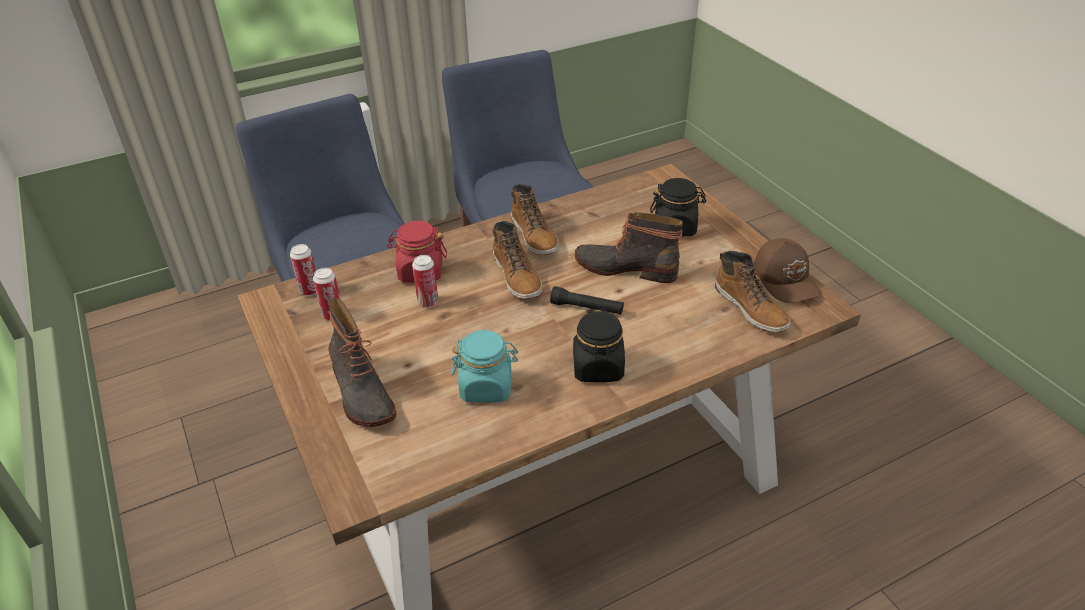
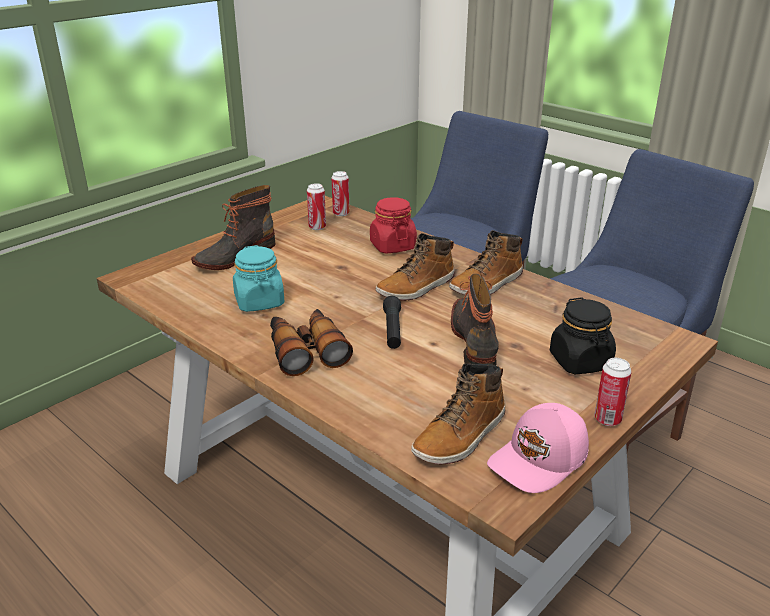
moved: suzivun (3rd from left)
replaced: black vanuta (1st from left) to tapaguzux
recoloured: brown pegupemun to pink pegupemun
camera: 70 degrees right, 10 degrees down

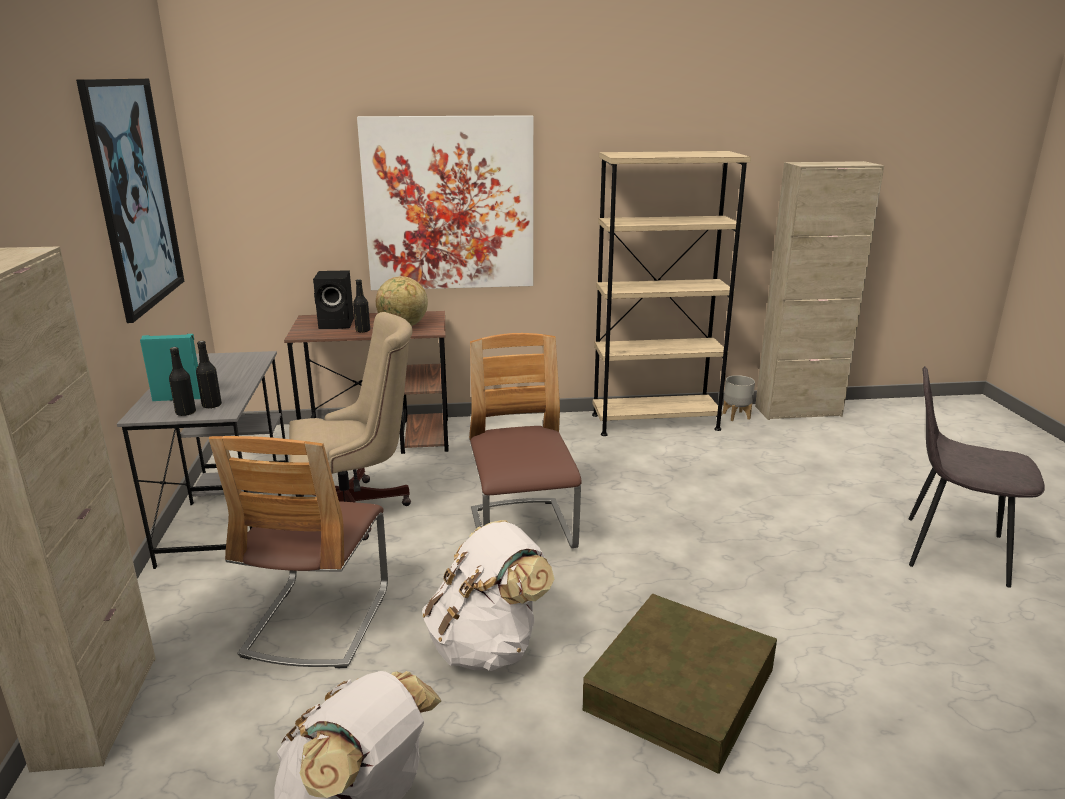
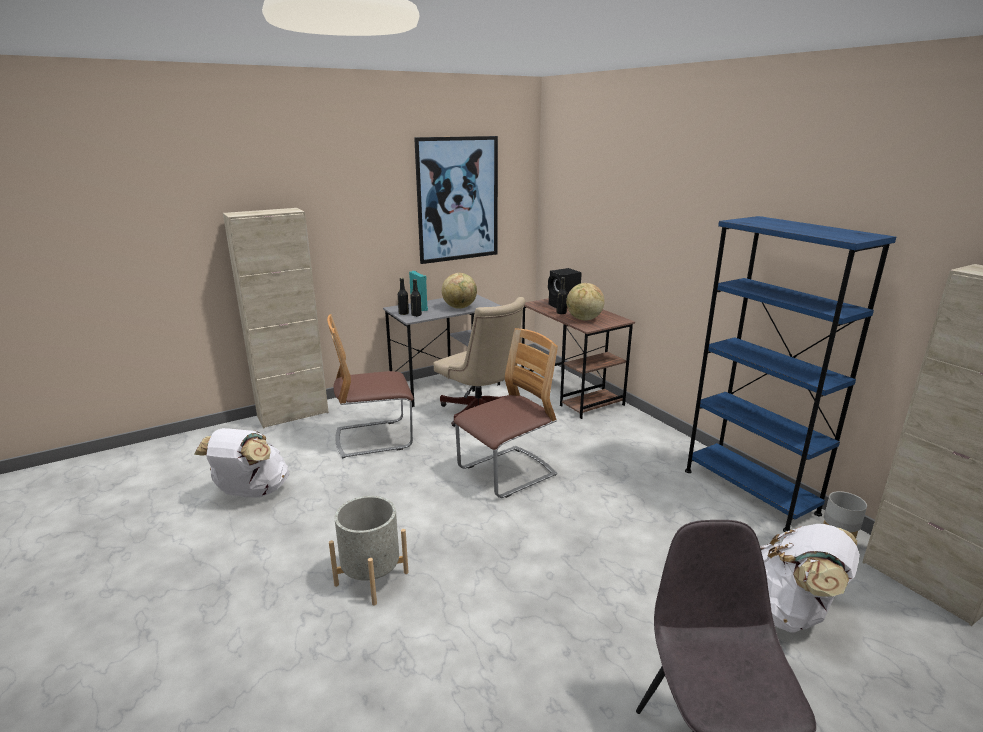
removed: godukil (2nd from left)
added: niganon (1st from left)
moved: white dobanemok (2nd from left)
replaced: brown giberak to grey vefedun (1st from left)
recoloured: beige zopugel to blue zopugel
camera: 65 degrees right, 0 degrees up

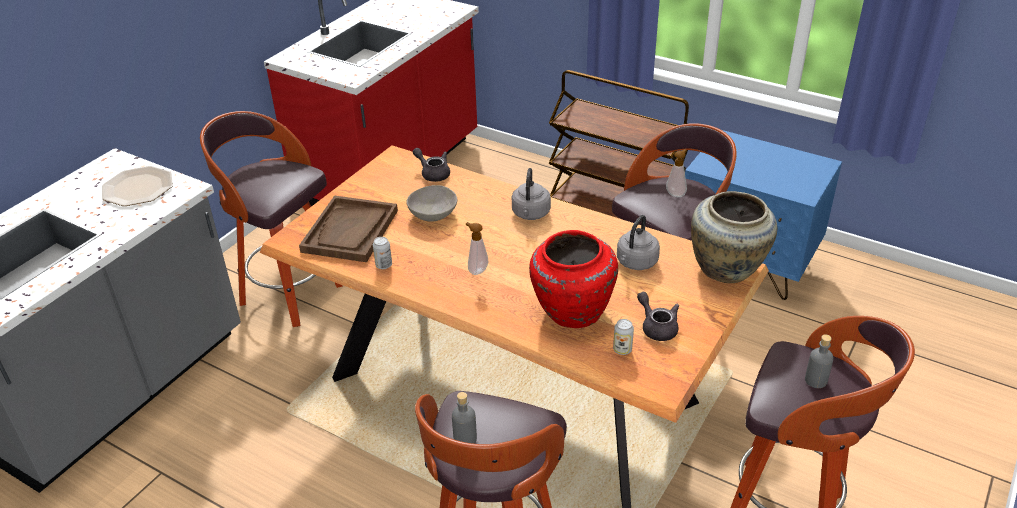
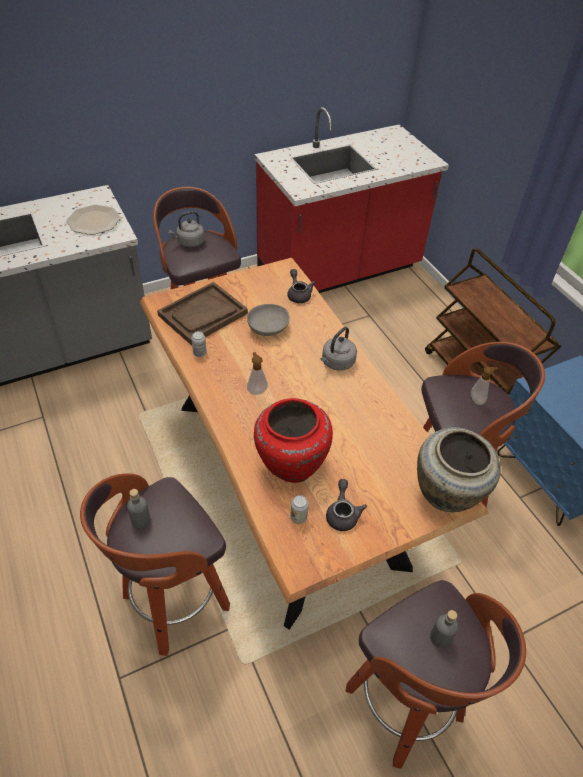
moved: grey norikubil (2nd from left in the first image) to grey norikubil (1st from left)
camera: 30 degrees right, 10 degrees up

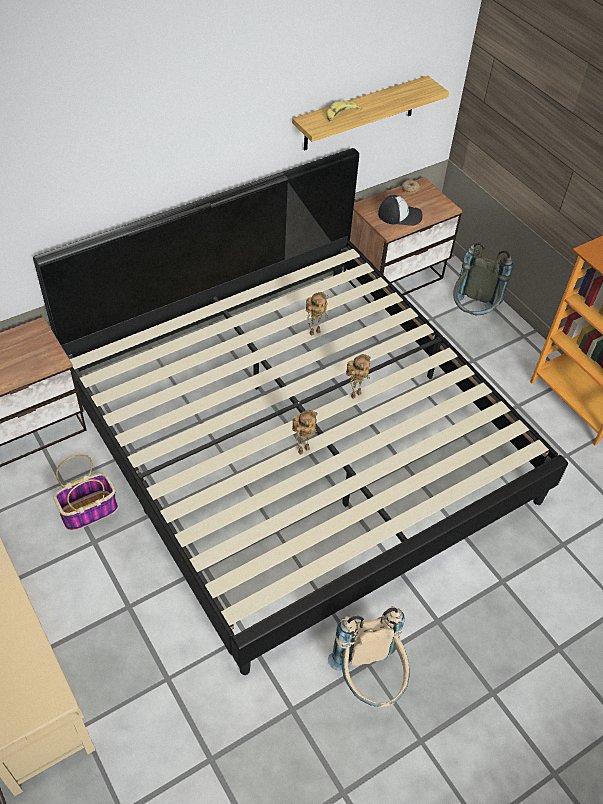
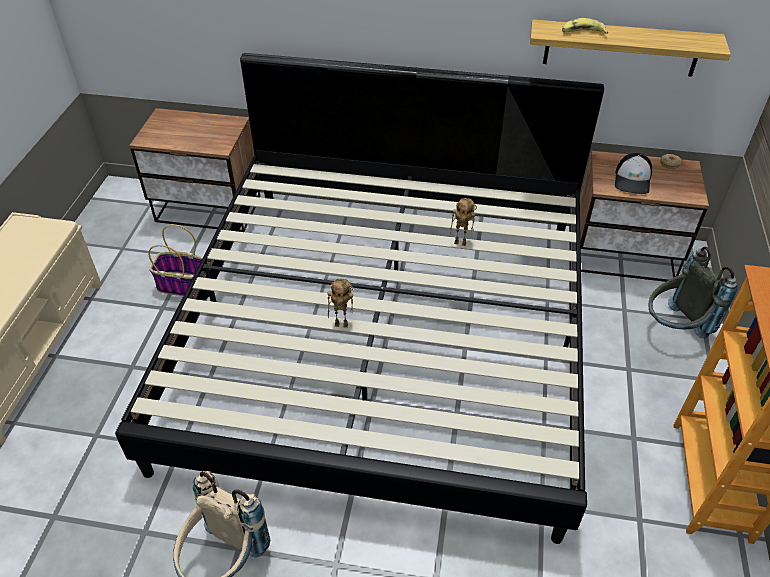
removed: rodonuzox (3rd from left)
turned: pegupemun 60 degrees clockwise
camera: 45 degrees right, 5 degrees down

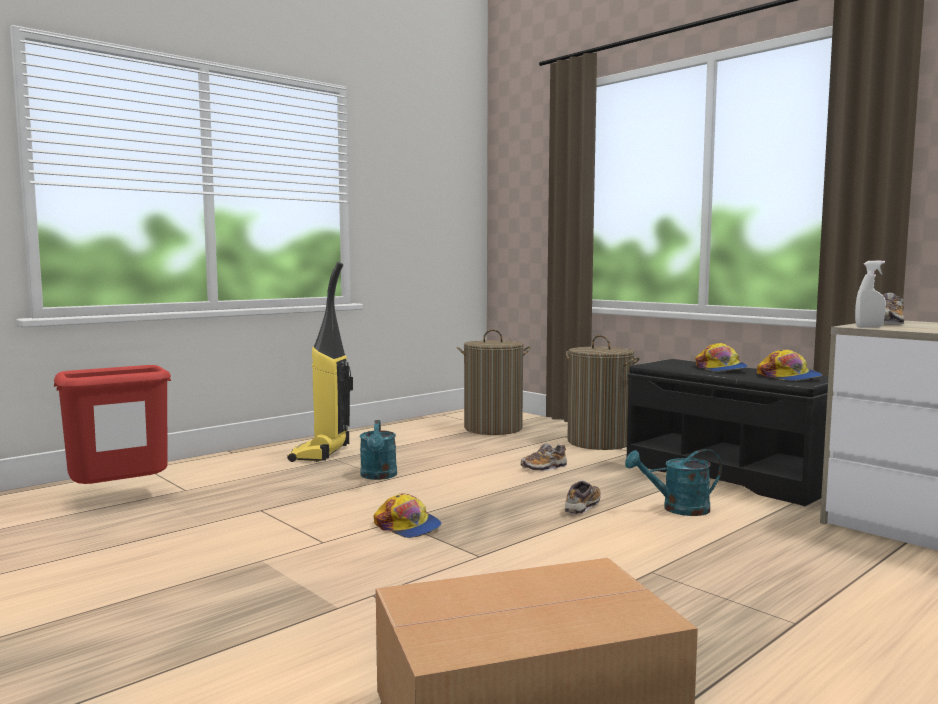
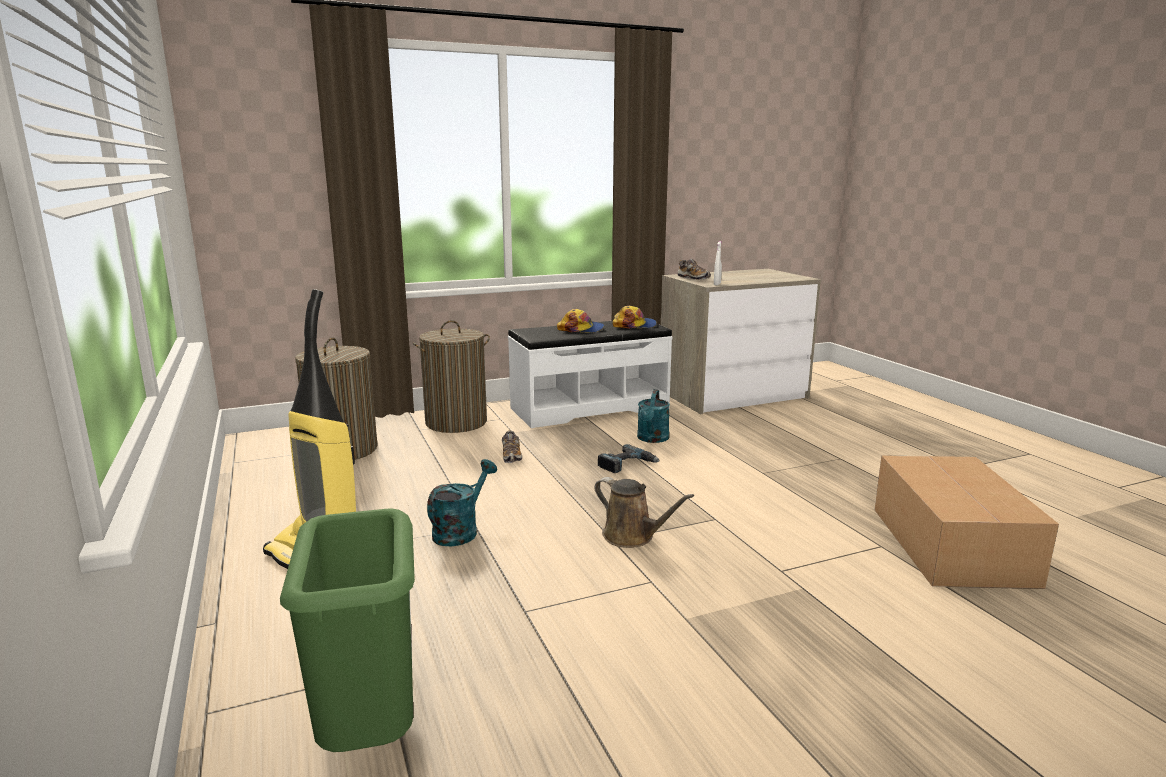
replaced: pegupemun (1st from left) to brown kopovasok; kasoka (2nd from left) to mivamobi
recoloured: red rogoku to green rogoku; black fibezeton to white fibezeton
turned: turquoise kopovasok (1st from left) 75 degrees counterclockwise
camera: 70 degrees left, 10 degrees up

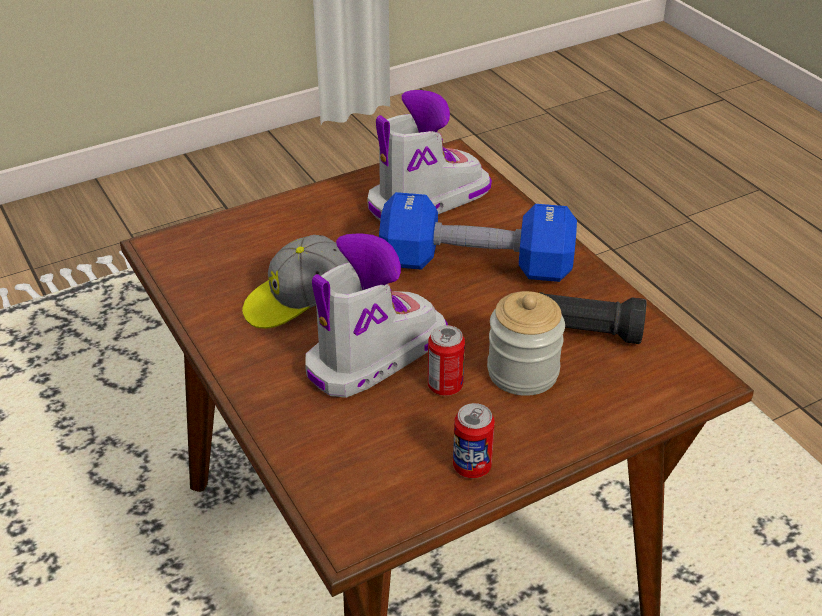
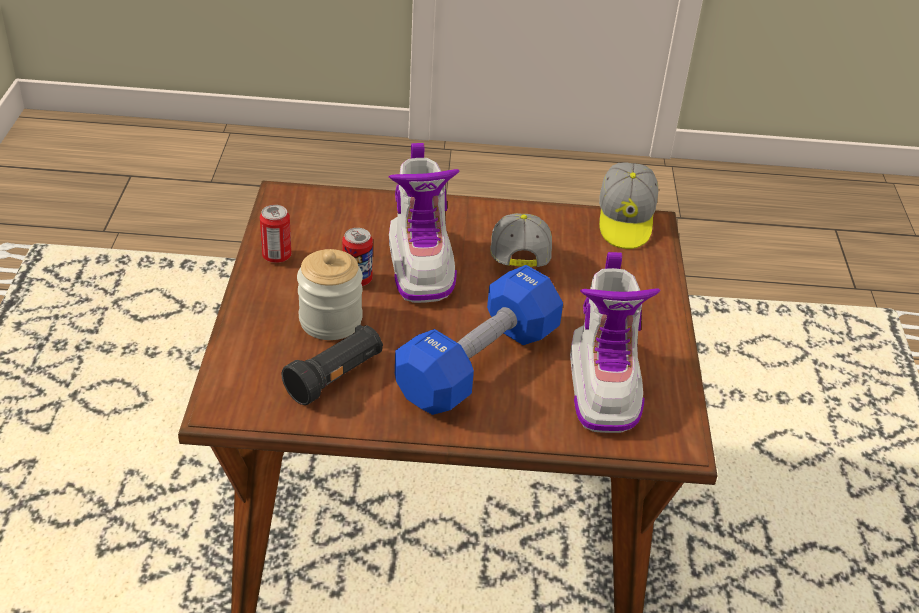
added: pegupemun (2nd from left)
camera: 120 degrees right, 0 degrees up

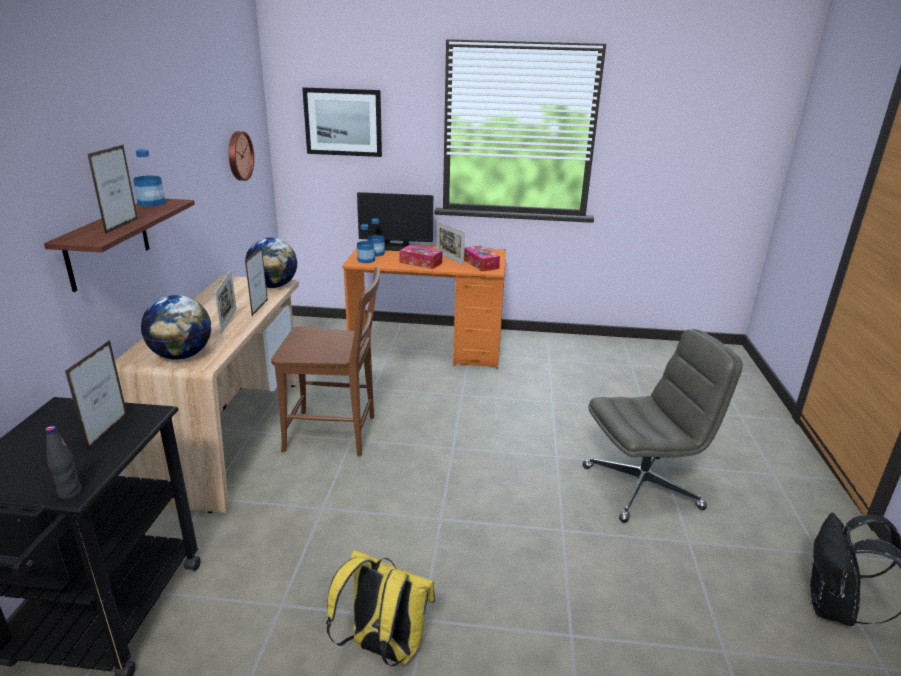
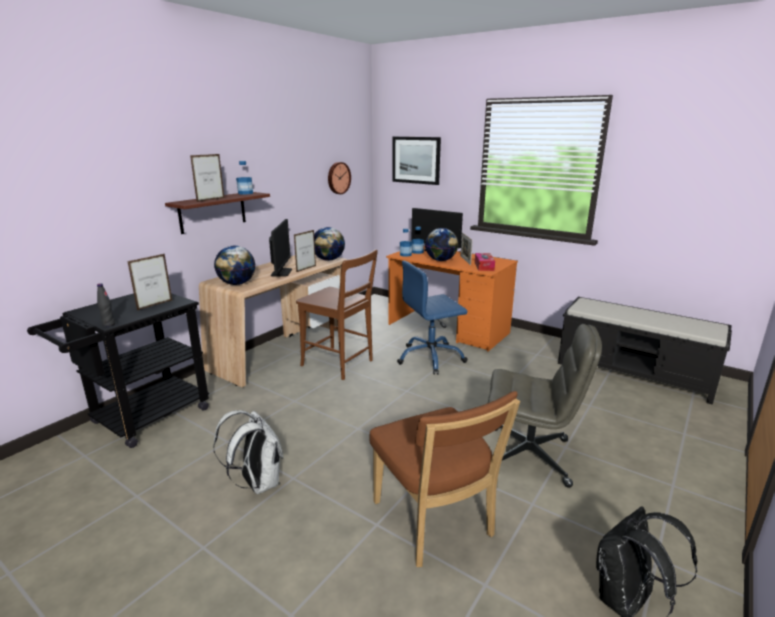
added: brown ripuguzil (2nd from left); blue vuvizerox; black fibezeton
replaced: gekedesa (3rd from left) to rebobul (1st from left); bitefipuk (1st from left) to niganon (3rd from left)
recoloured: yellow dobanemok to white dobanemok
camera: 30 degrees right, 5 degrees down

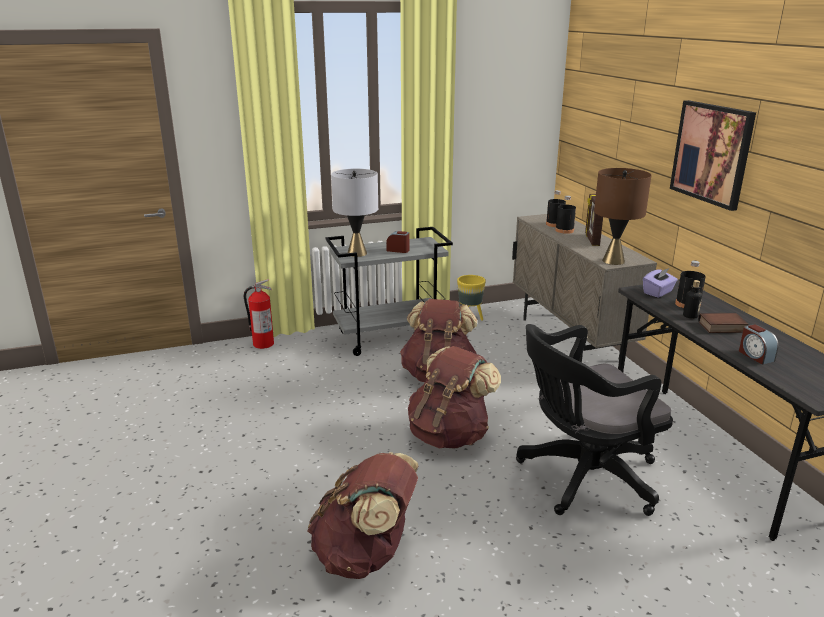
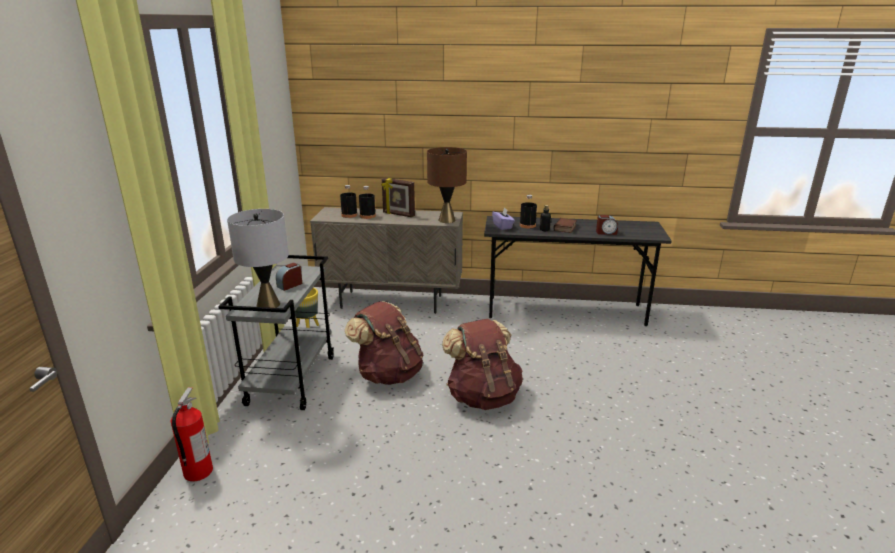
removed: brown dobanemok (1st from left); black vuvizerox; godukil
camera: 65 degrees left, 0 degrees up

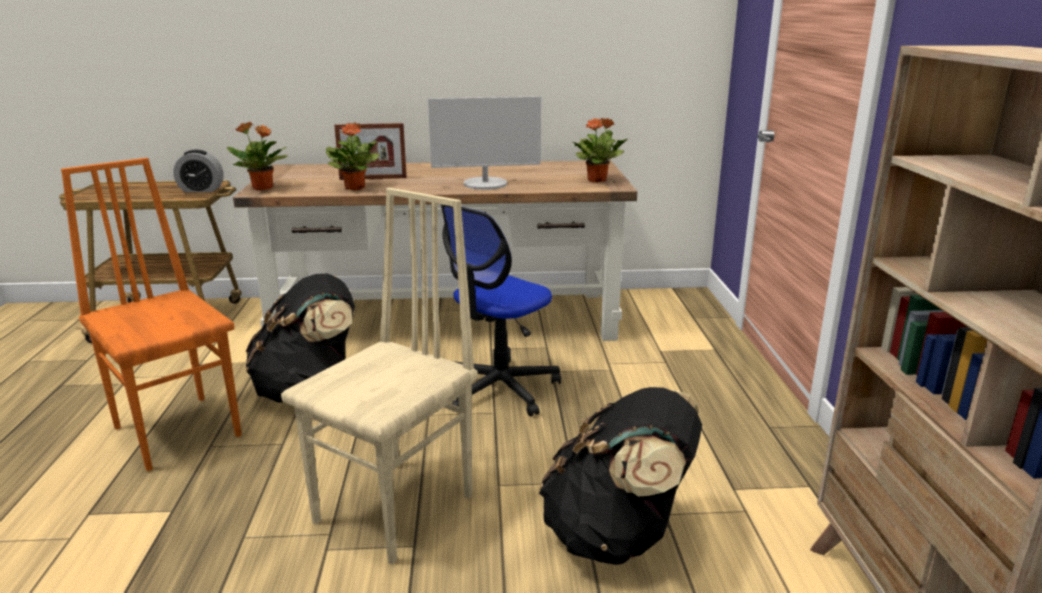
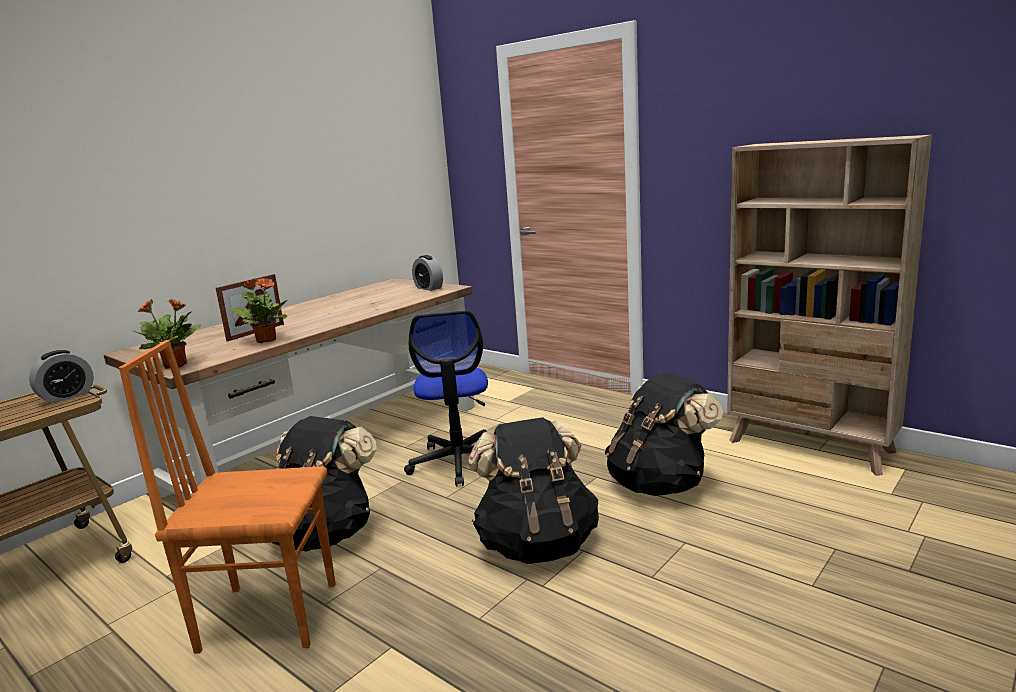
removed: rebobul
replaced: beige ripuguzil to black dobanemok (2nd from left); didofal (3rd from left) to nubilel (2nd from left)
camera: 45 degrees left, 5 degrees down

